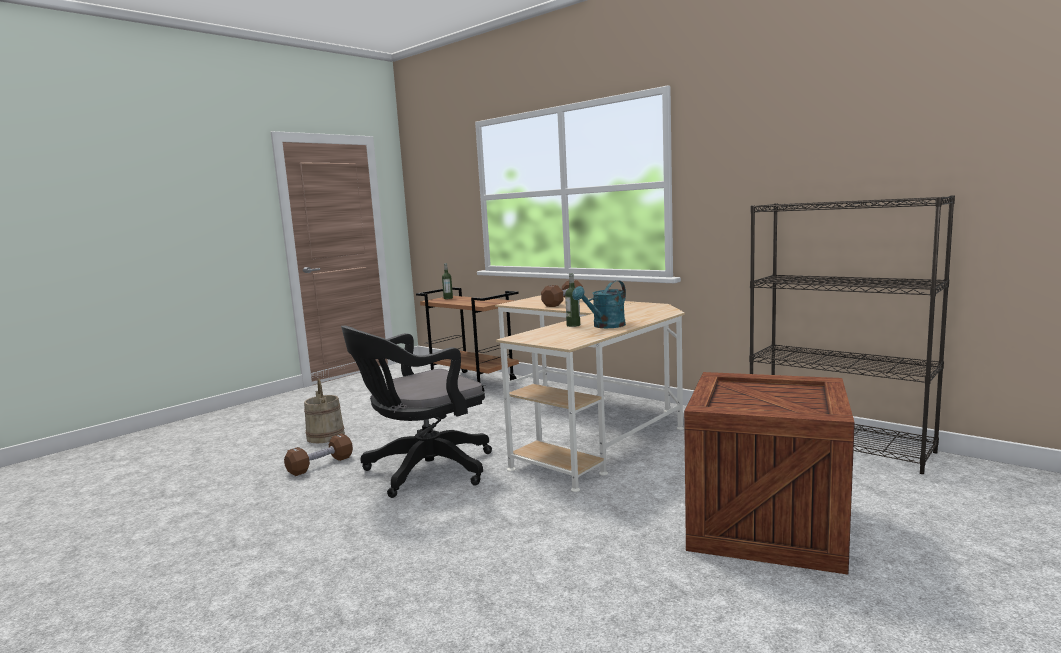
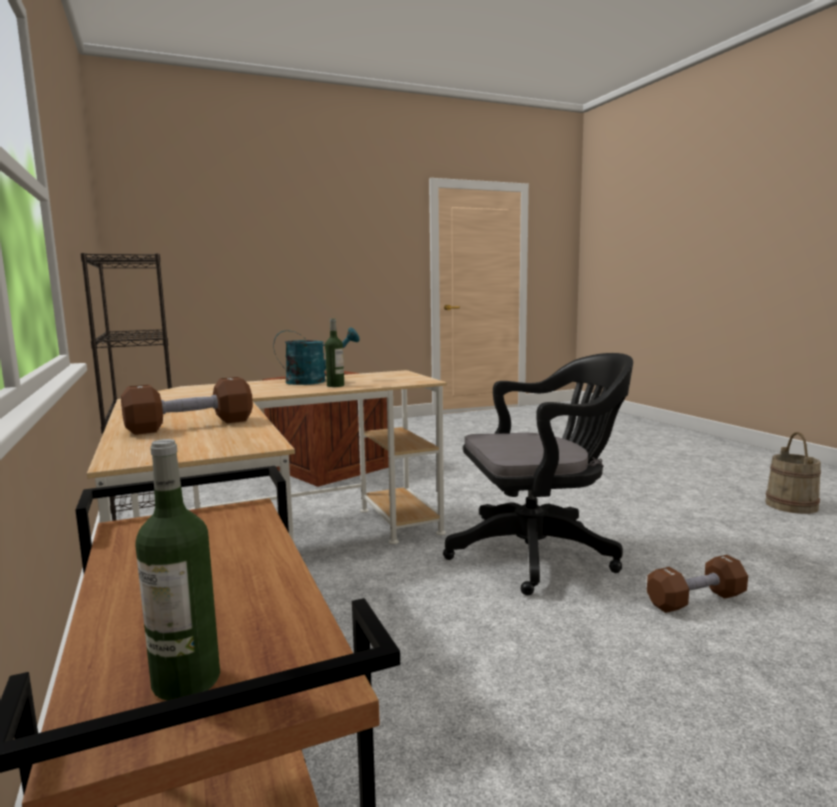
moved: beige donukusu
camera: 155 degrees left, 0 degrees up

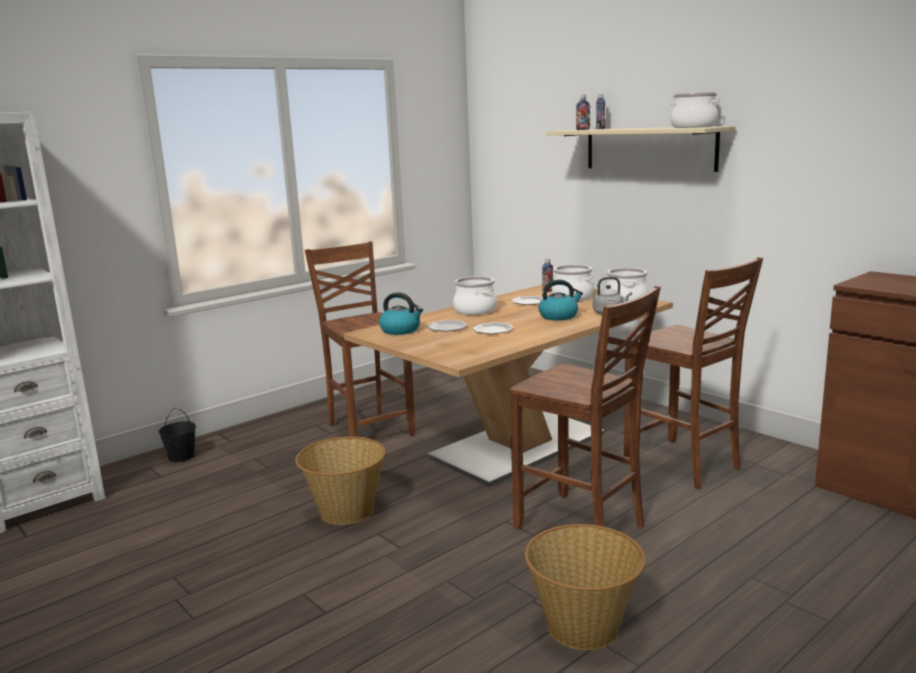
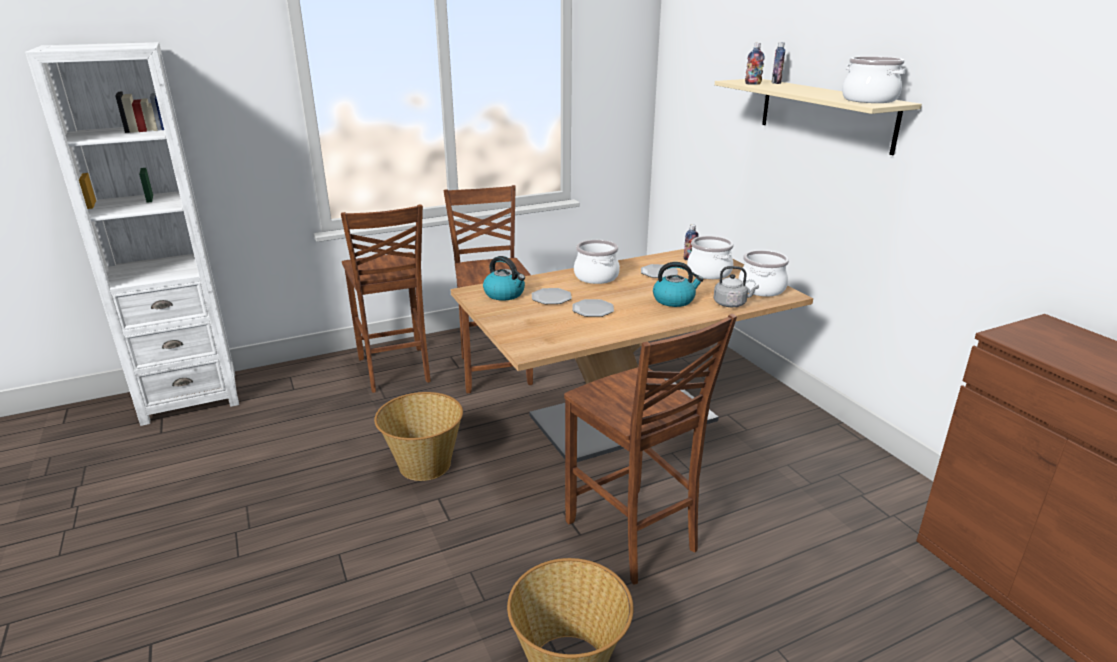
removed: black donukusu
moved: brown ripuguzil (3rd from left in the first image) to brown ripuguzil (1st from left)
camera: 15 degrees right, 10 degrees up

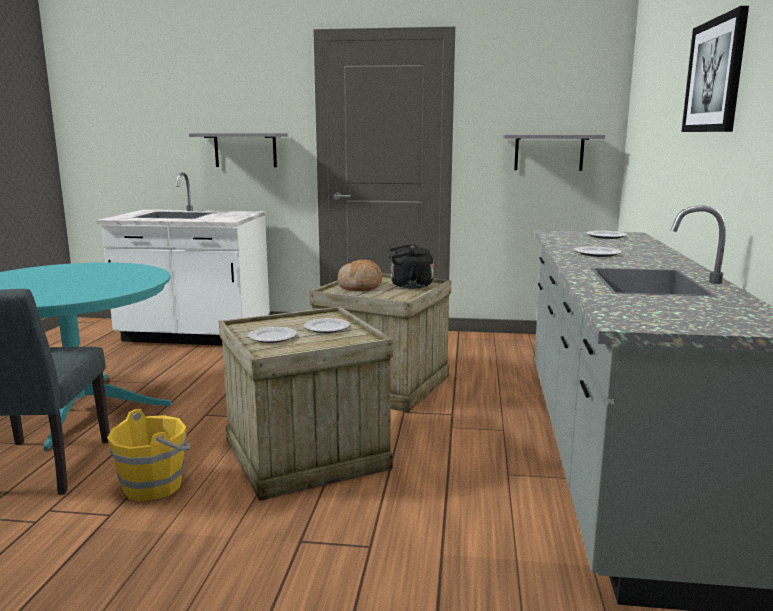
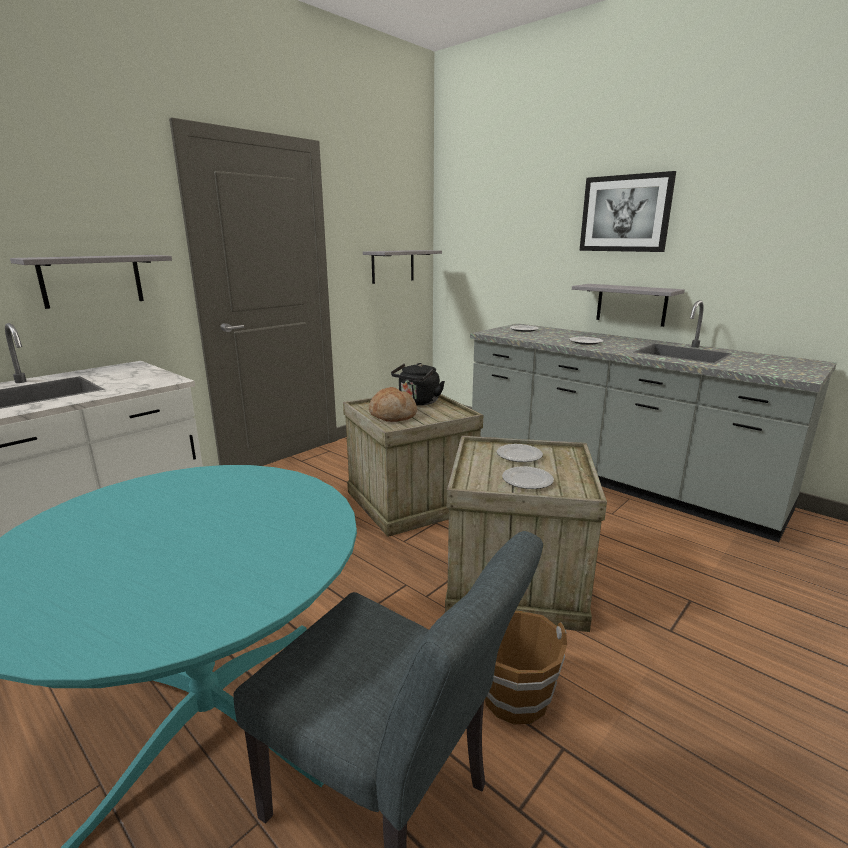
added: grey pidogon (3rd from left)
recoloured: yellow donukusu to brown donukusu
camera: 55 degrees left, 5 degrees up

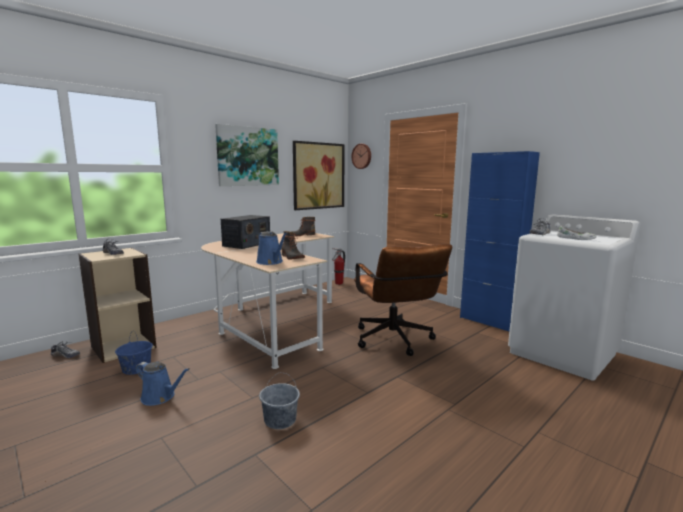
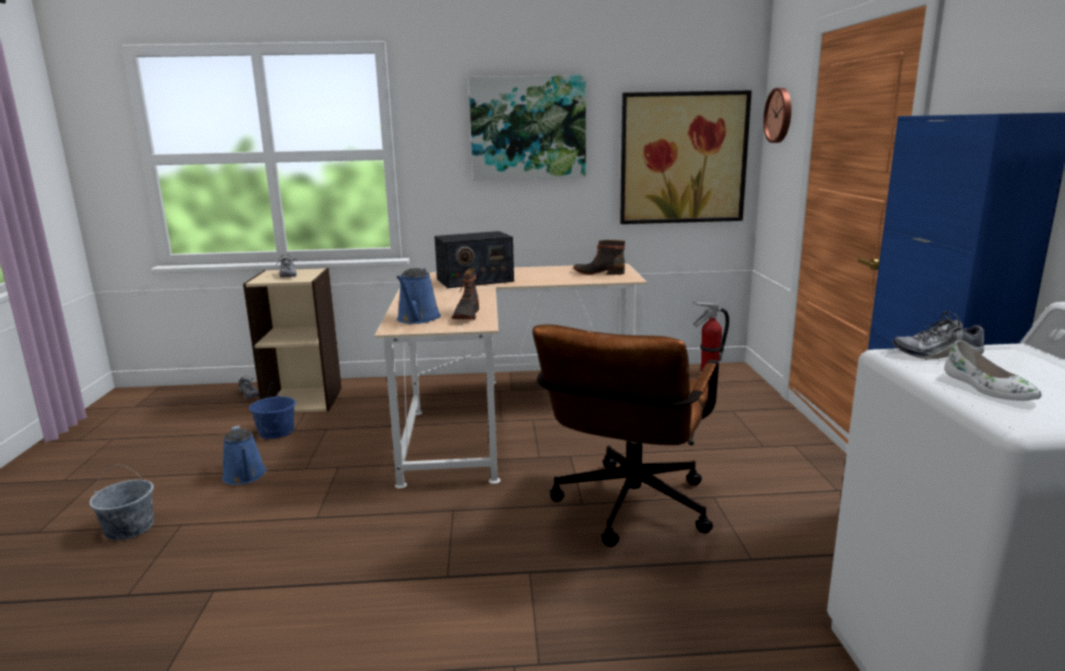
moved: grey donukusu
camera: 40 degrees right, 5 degrees up

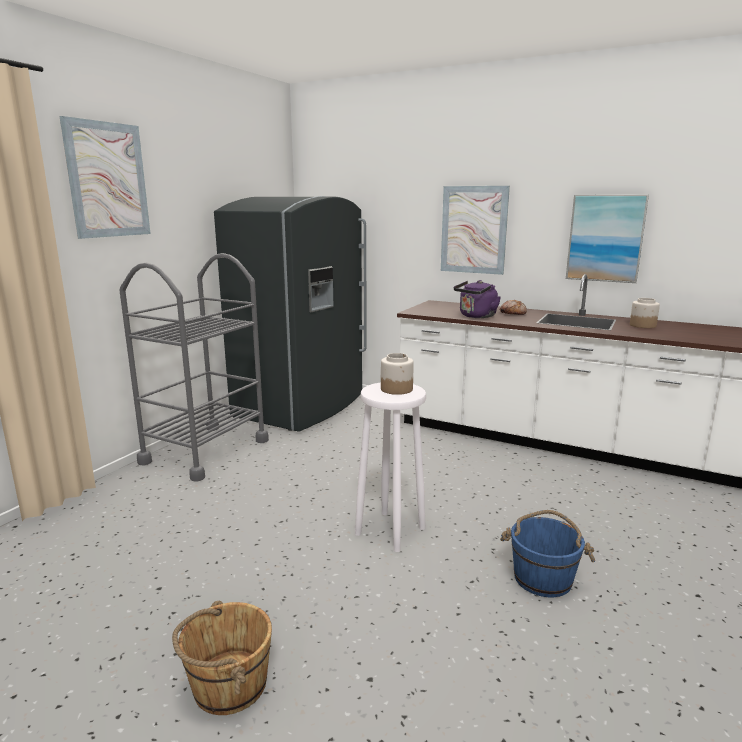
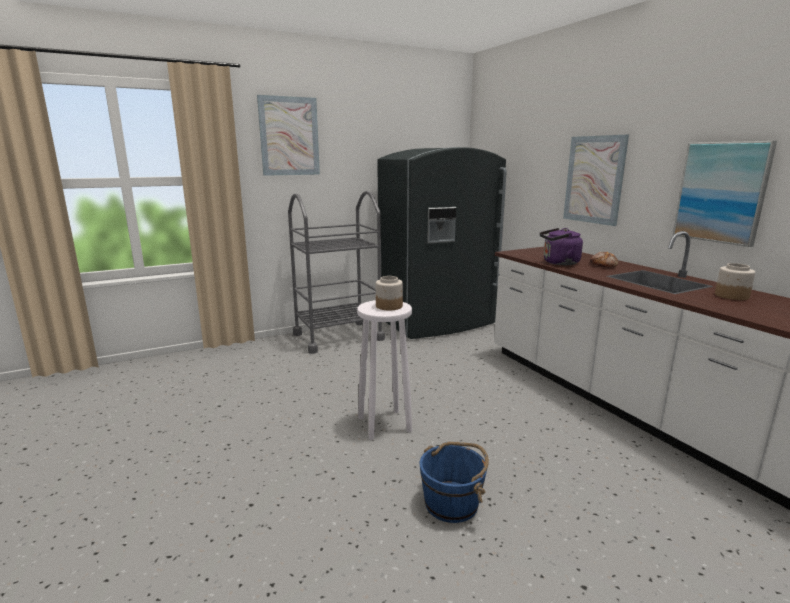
removed: brown donukusu
camera: 35 degrees right, 0 degrees up

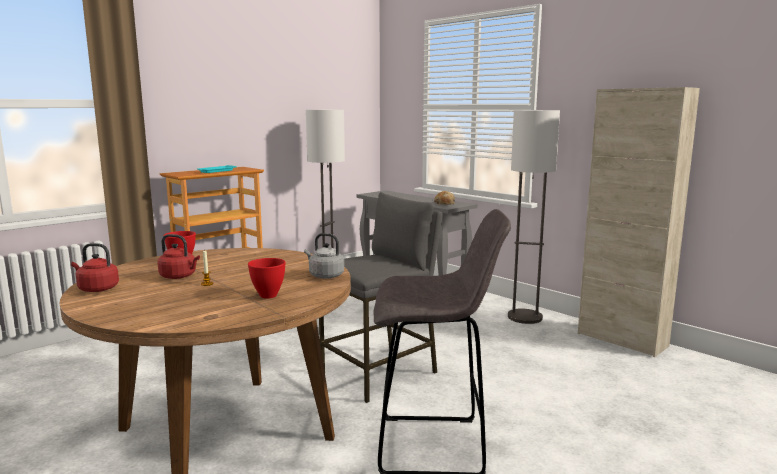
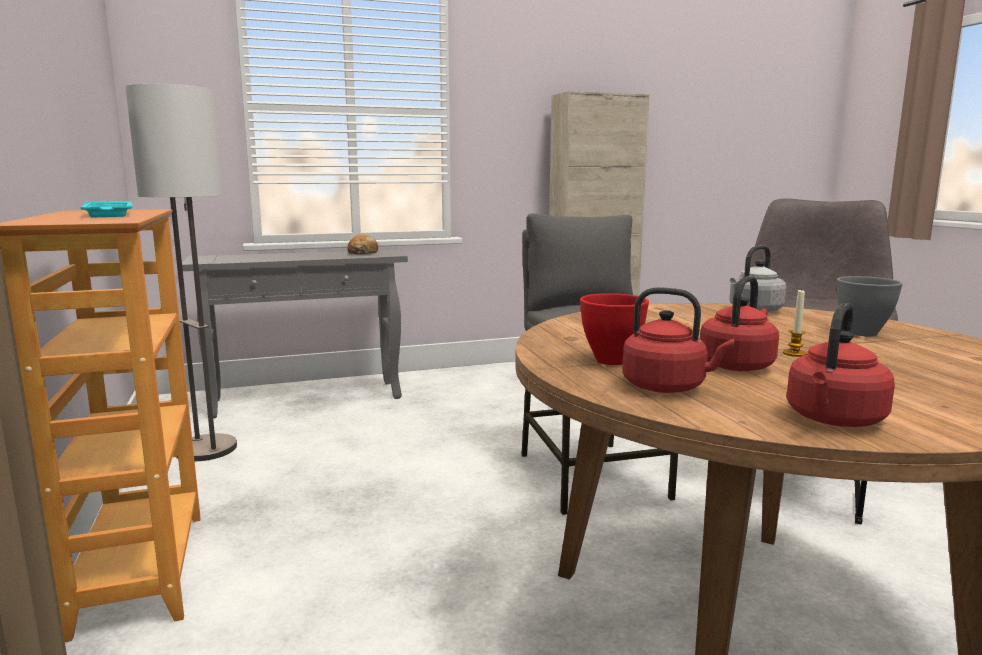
removed: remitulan (2nd from left)
added: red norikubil (1st from left)
recoloured: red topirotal (2nd from left) to grey topirotal
camera: 65 degrees left, 0 degrees up

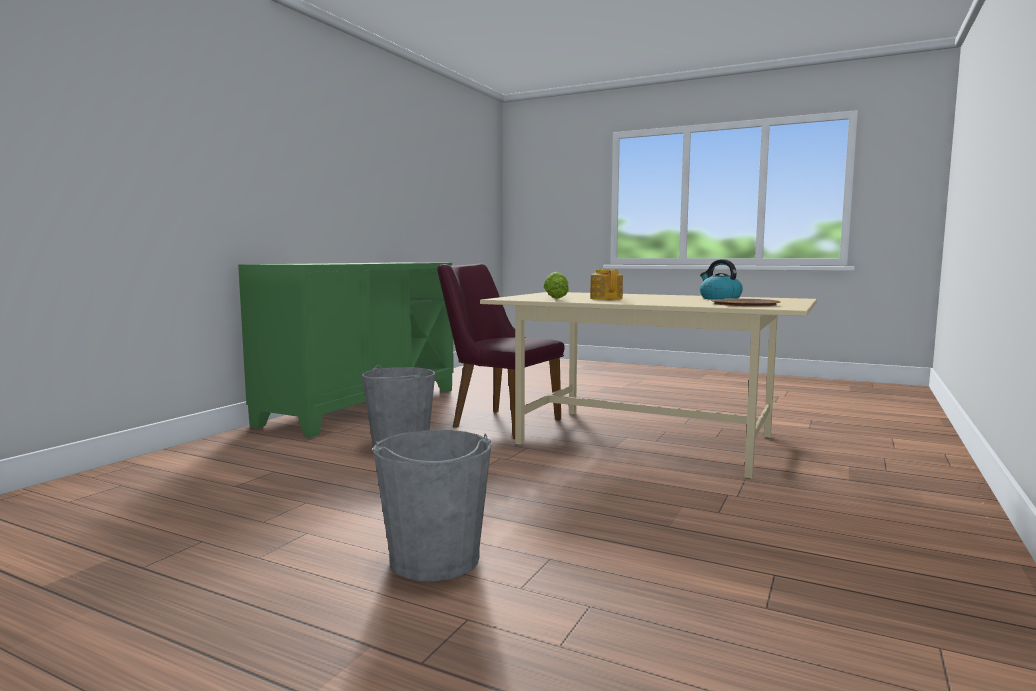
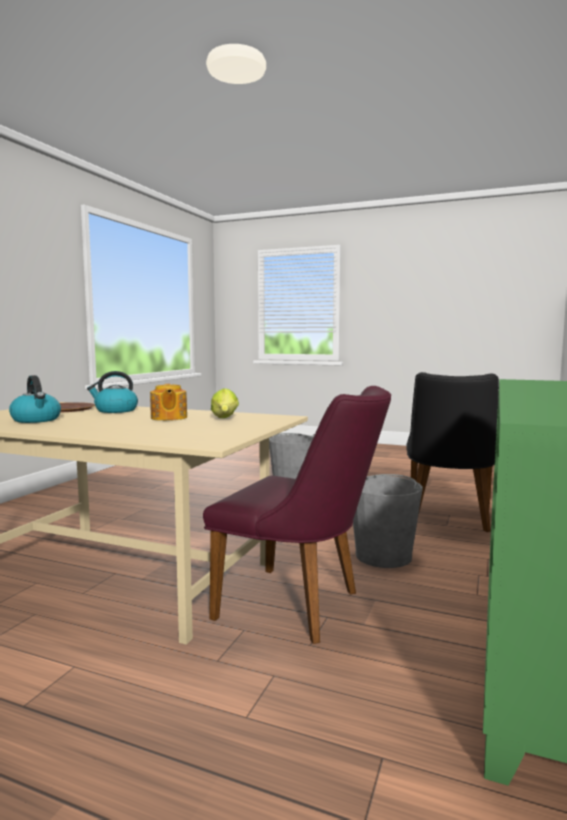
added: norikubil (2nd from left); black ripuguzil
camera: 175 degrees right, 0 degrees up

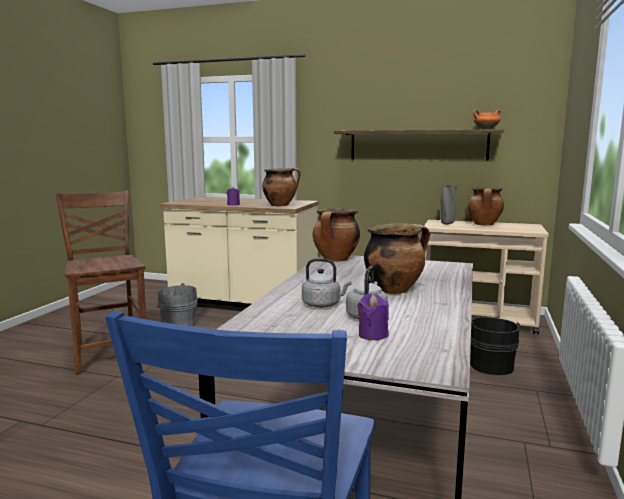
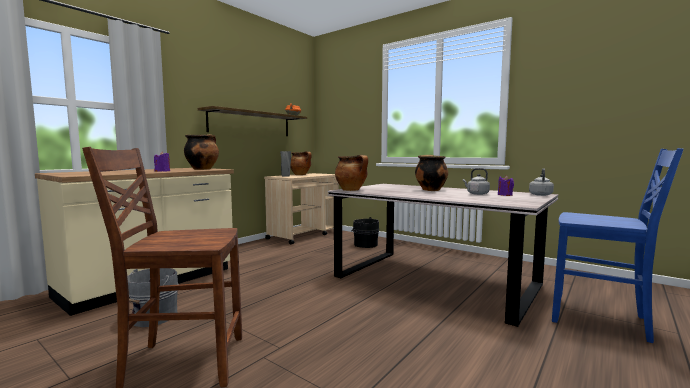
moved: grey norikubil (1st from left in the first image) to grey norikubil (2nd from left)
camera: 70 degrees left, 5 degrees down

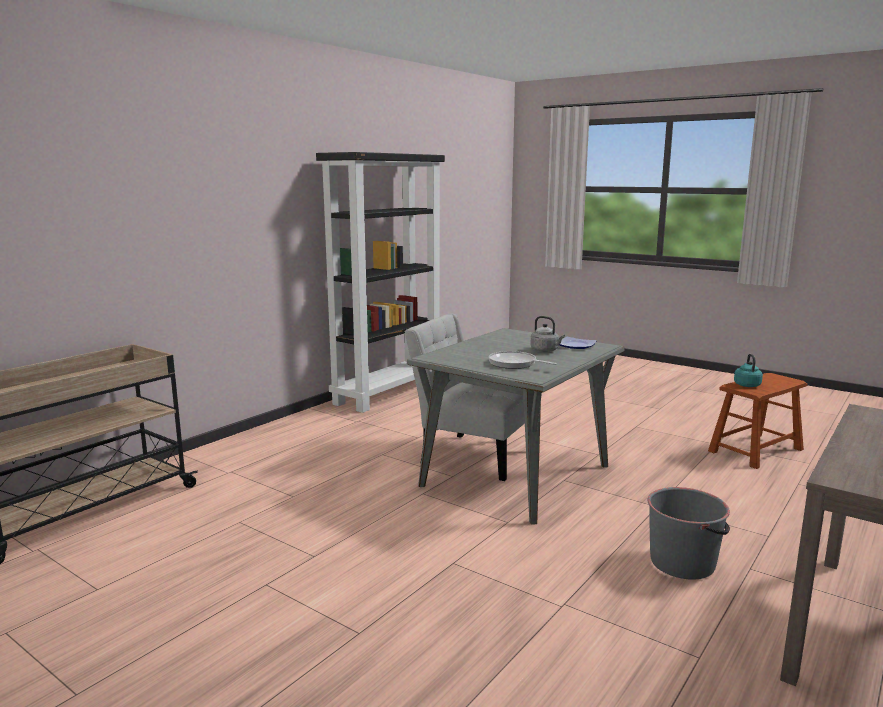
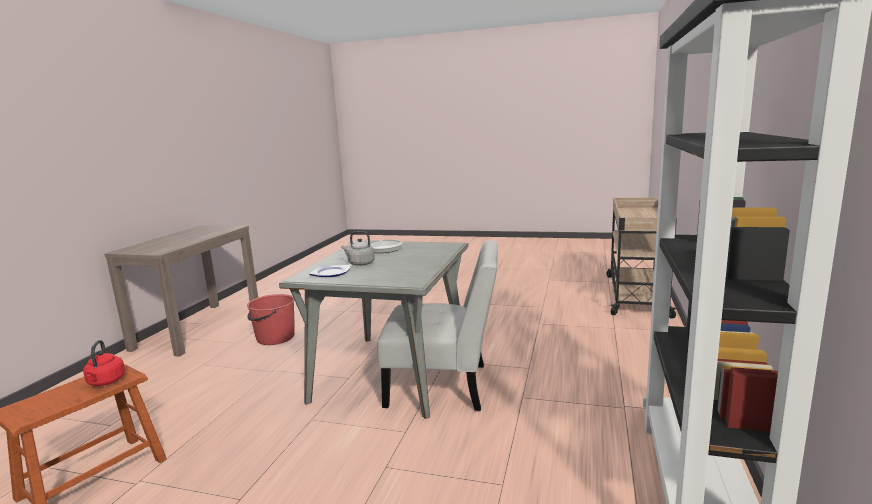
recoloured: grey donukusu to red donukusu; turquoise norikubil to red norikubil
camera: 160 degrees right, 0 degrees up

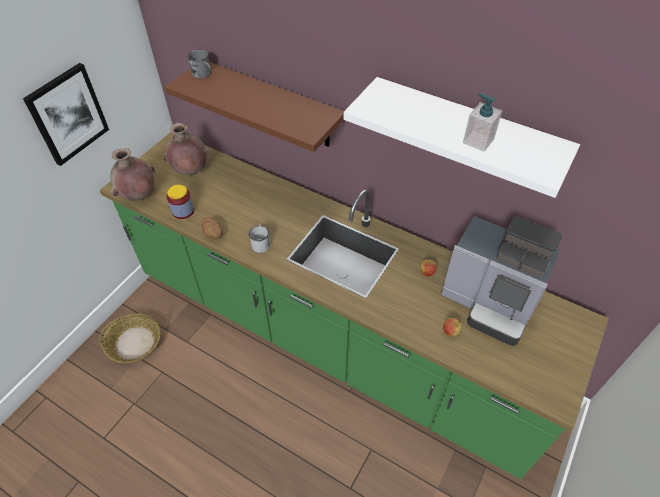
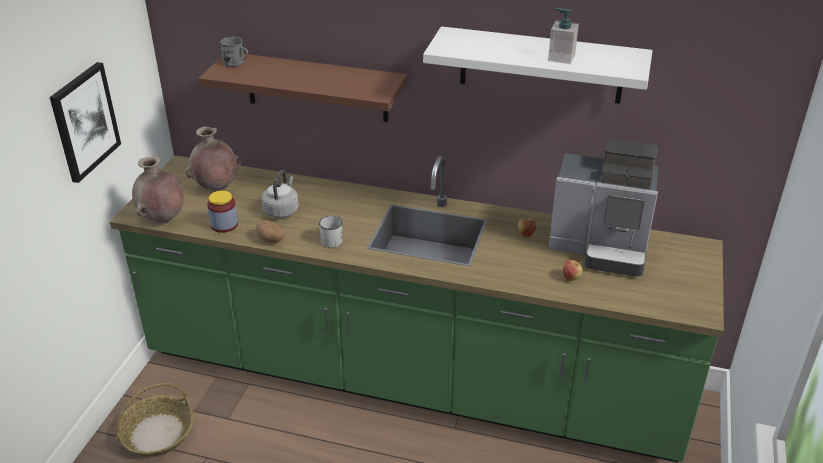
added: grey norikubil
camera: 15 degrees left, 15 degrees down

